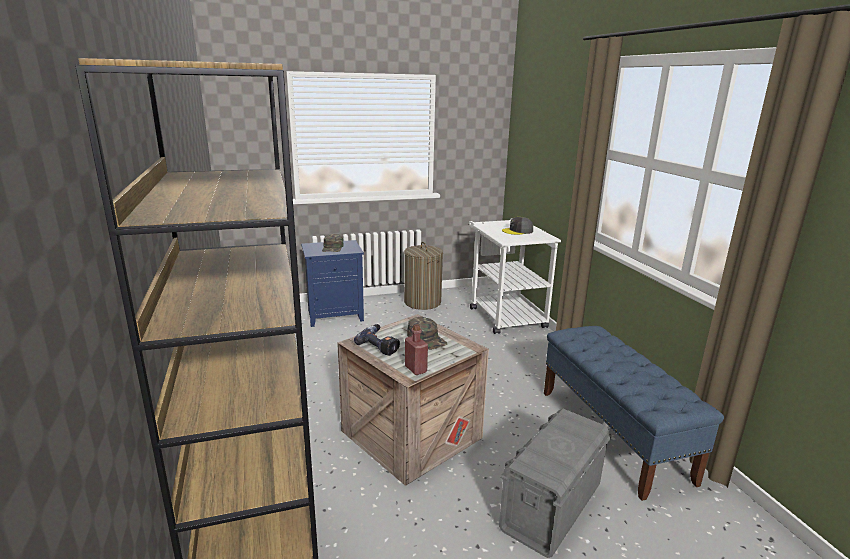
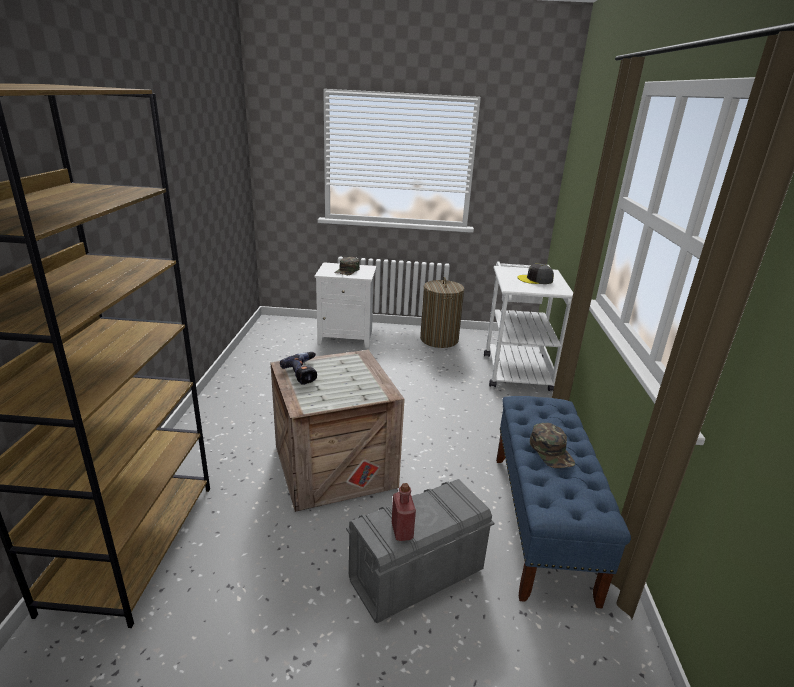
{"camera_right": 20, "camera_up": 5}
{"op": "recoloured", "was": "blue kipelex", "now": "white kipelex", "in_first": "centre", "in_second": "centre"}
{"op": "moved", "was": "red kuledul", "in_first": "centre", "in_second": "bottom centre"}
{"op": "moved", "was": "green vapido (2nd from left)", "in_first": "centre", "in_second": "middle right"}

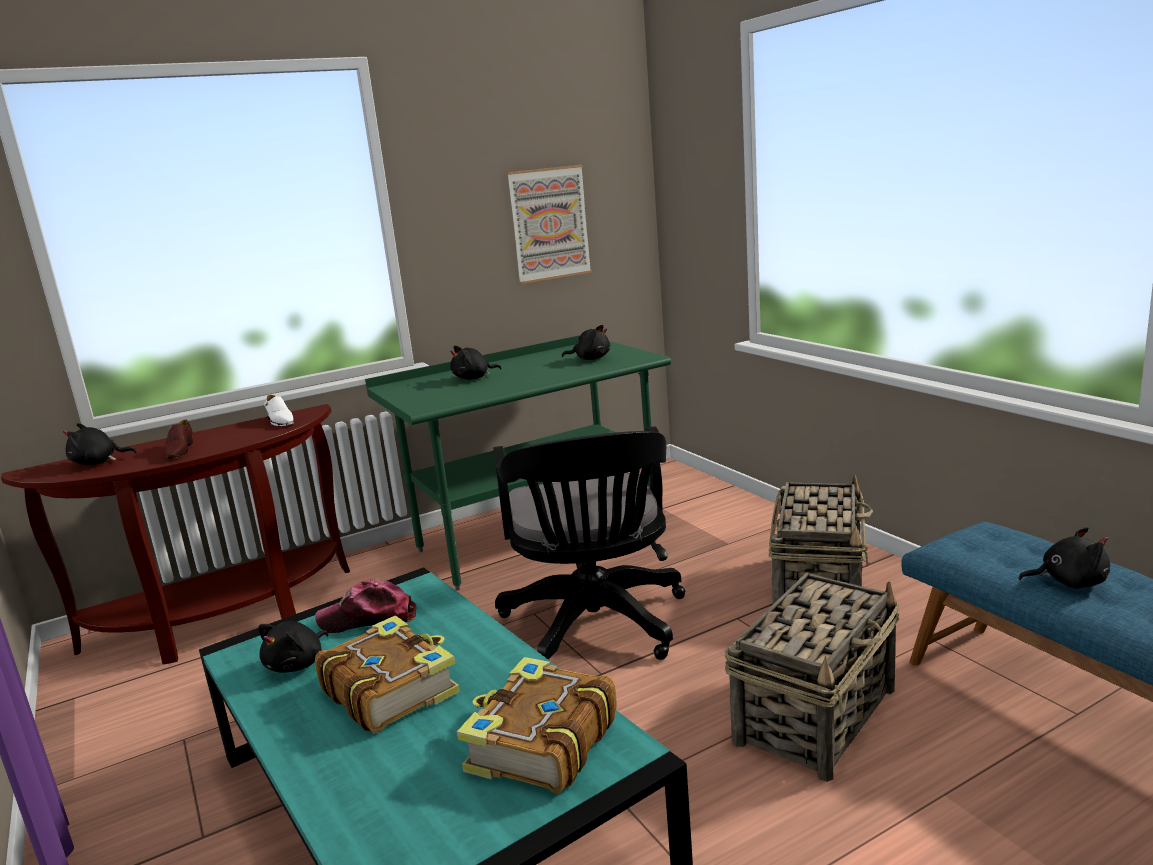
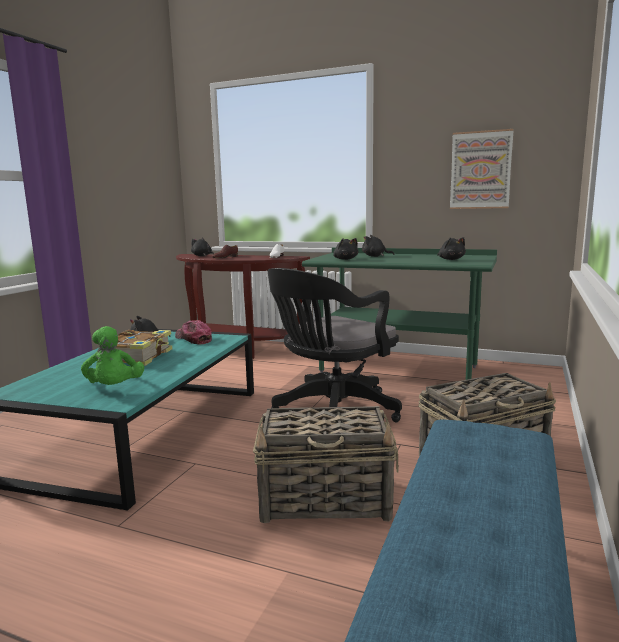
{"camera_right": 50, "camera_up": -5}
{"op": "replaced", "was": "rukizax (2nd from left)", "now": "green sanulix", "in_first": "bottom centre", "in_second": "middle left"}
{"op": "moved", "was": "black sanulix (5th from left in the first image)", "now": "black sanulix (3rd from left)", "in_first": "middle right", "in_second": "centre"}

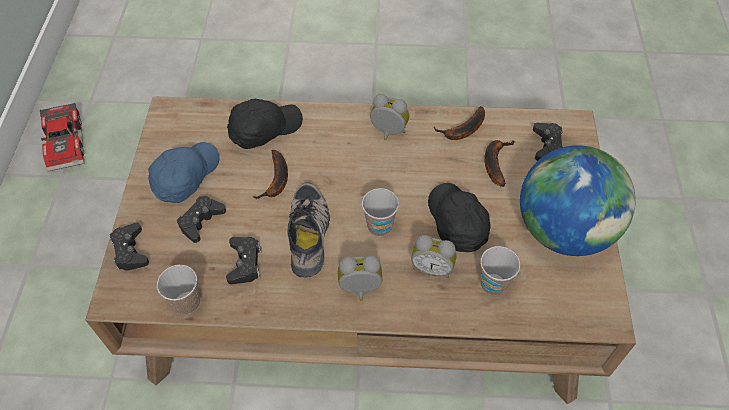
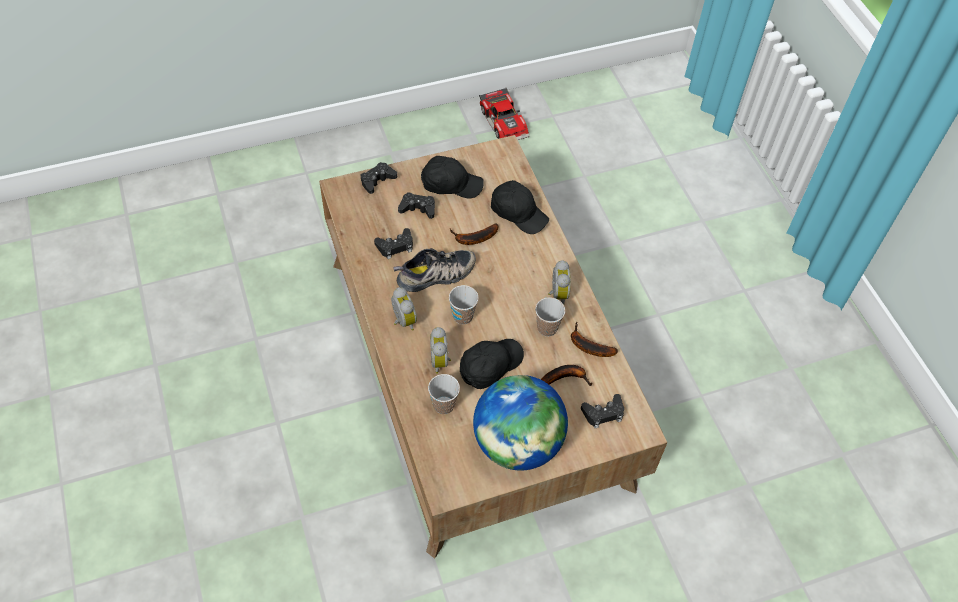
{"camera_right": 65, "camera_up": 0}
{"op": "turned", "was": "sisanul", "in_first": "middle left", "in_second": "top centre", "clockwise": -75}
{"op": "recoloured", "was": "blue vapido", "now": "black vapido (1st from left)", "in_first": "middle left", "in_second": "top centre"}
{"op": "moved", "was": "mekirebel (1st from left in the first image)", "now": "mekirebel (3rd from left)", "in_first": "bottom left", "in_second": "centre"}

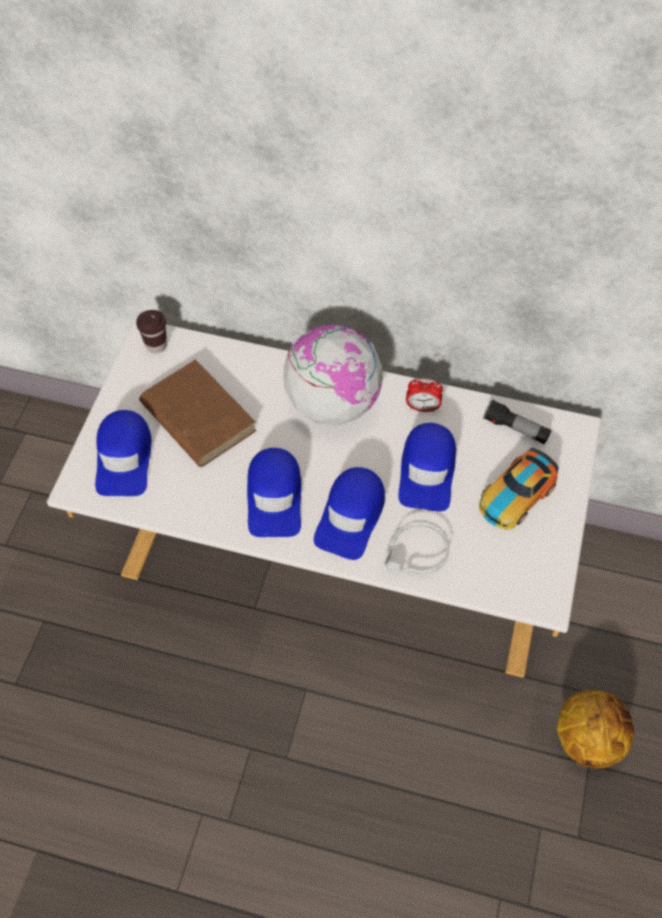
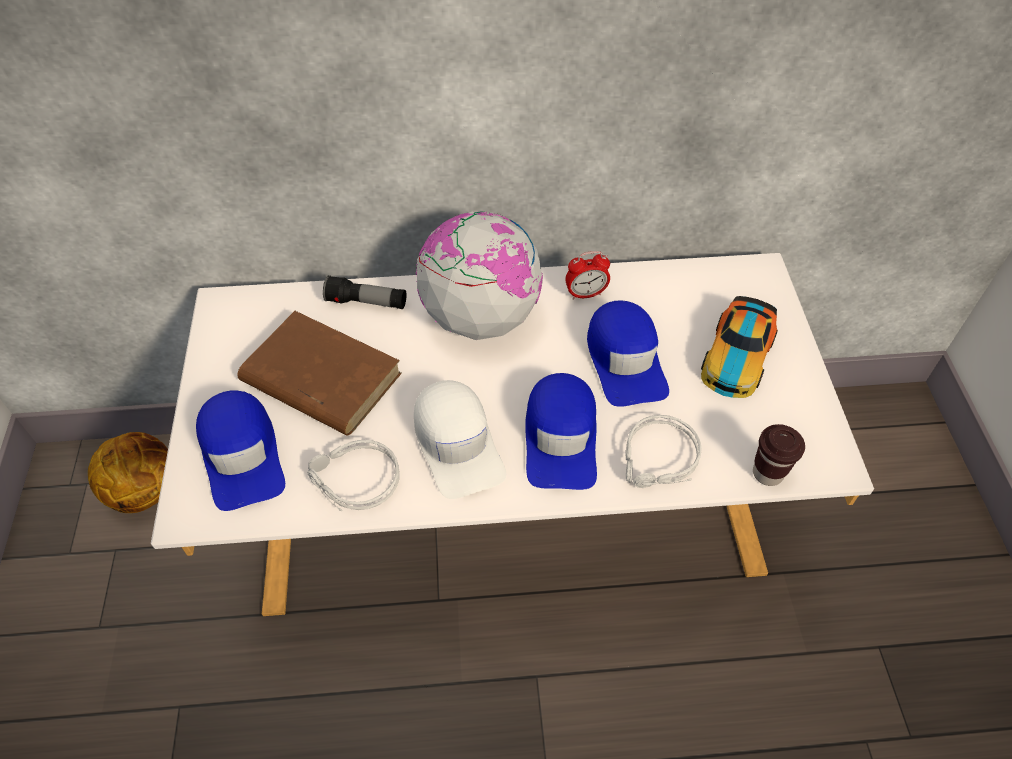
{"camera_right": -20, "camera_up": -5}
{"op": "moved", "was": "brown mekirebel", "in_first": "middle left", "in_second": "middle right"}
{"op": "recoloured", "was": "blue vapido (2nd from left)", "now": "white vapido", "in_first": "centre", "in_second": "centre"}
{"op": "moved", "was": "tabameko", "in_first": "middle right", "in_second": "centre"}
{"op": "moved", "was": "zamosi", "in_first": "bottom right", "in_second": "middle left"}
{"op": "added", "now": "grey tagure (1st from left)", "in_second": "centre"}

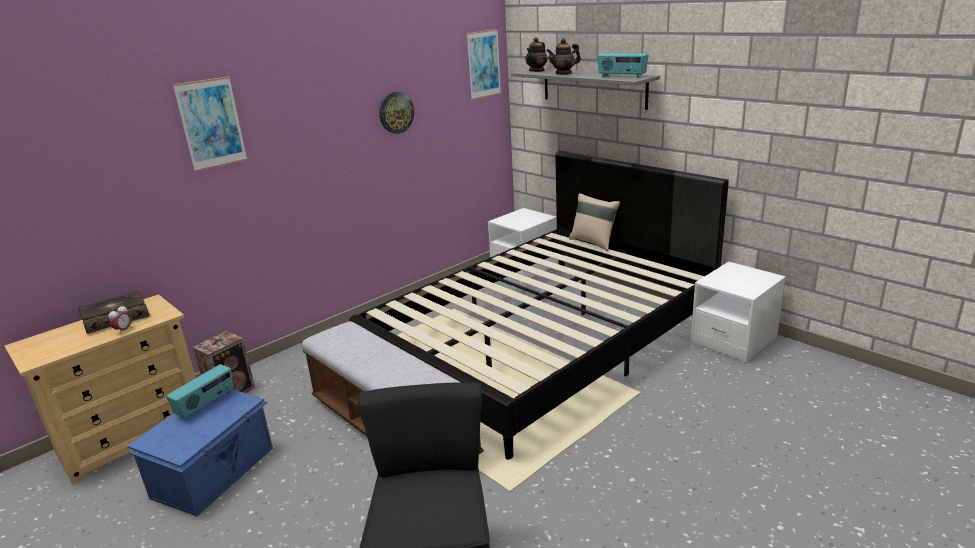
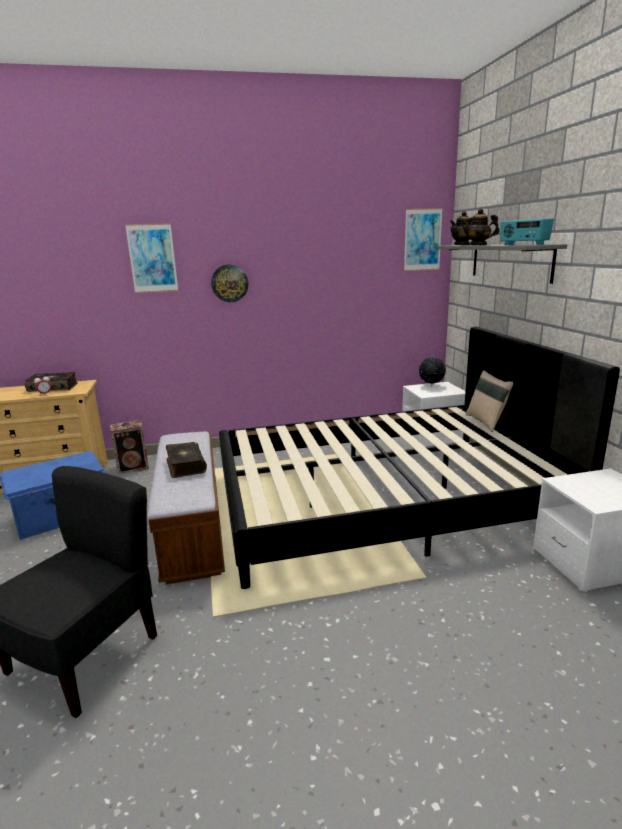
{"camera_right": 30, "camera_up": -5}
{"op": "removed", "was": "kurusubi (1st from left)", "in_first": "bottom left"}
{"op": "moved", "was": "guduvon", "in_first": "top centre", "in_second": "centre"}
{"op": "added", "now": "rukizax (2nd from left)", "in_second": "middle left"}
{"op": "added", "now": "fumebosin", "in_second": "middle right"}

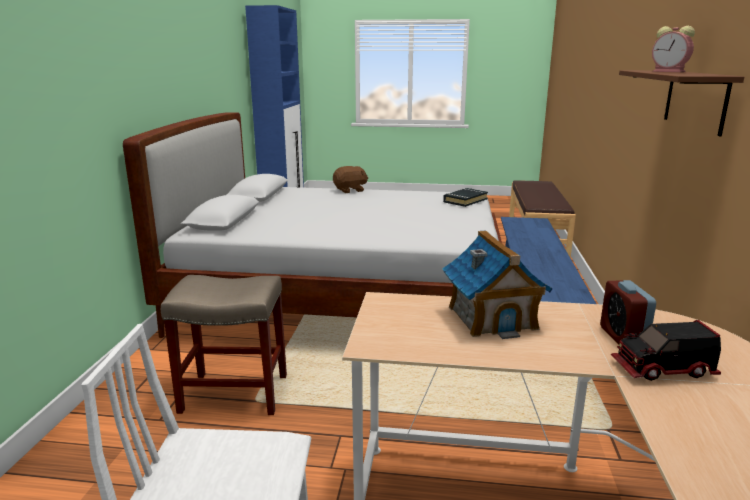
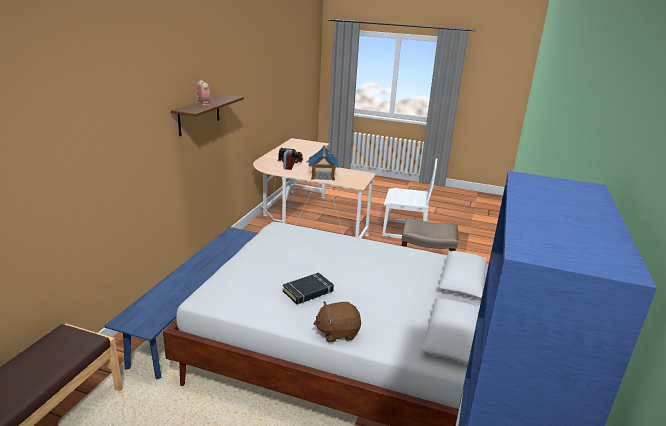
{"camera_right": -170, "camera_up": 5}
{"op": "moved", "was": "black rukizax", "in_first": "centre", "in_second": "bottom centre"}

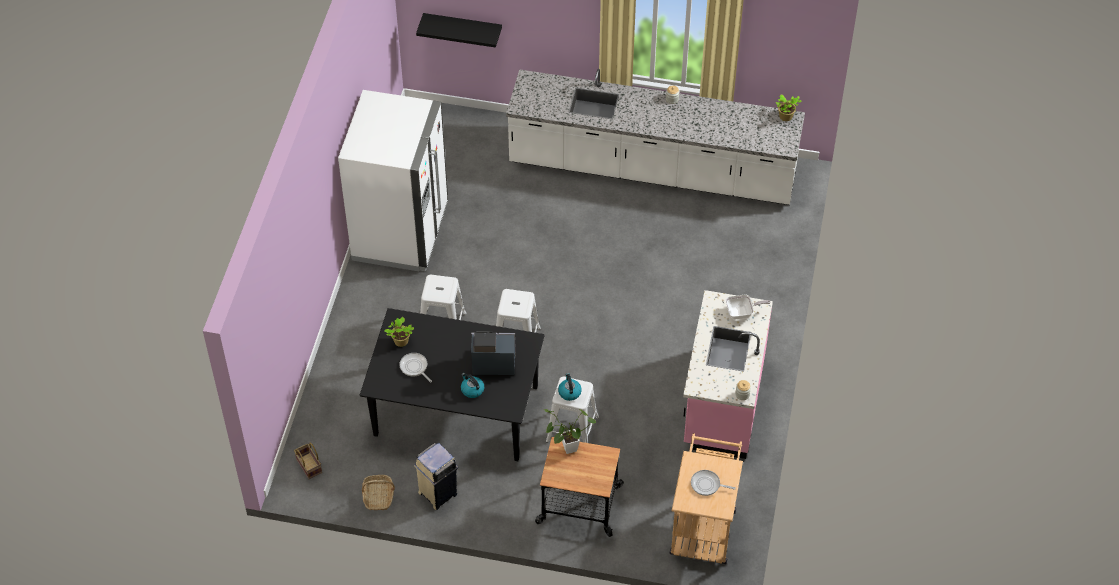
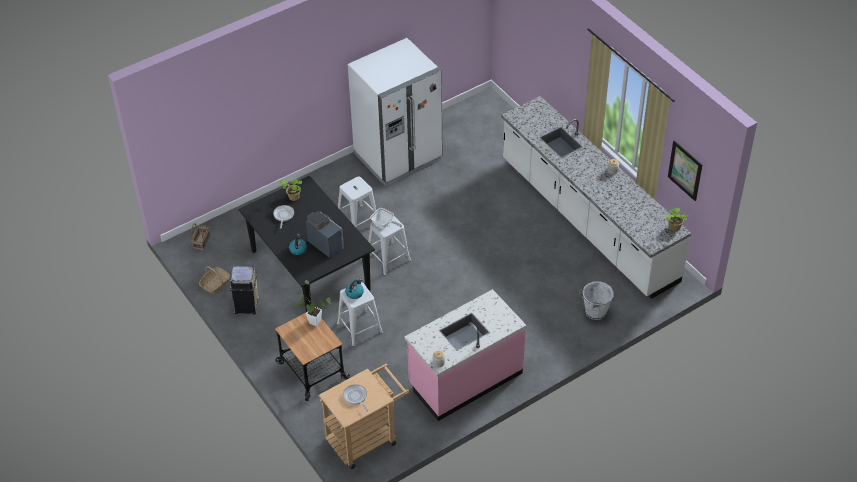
{"camera_right": 45, "camera_up": -5}
{"op": "removed", "was": "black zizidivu", "in_first": "top centre"}
{"op": "moved", "was": "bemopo (3rd from left)", "in_first": "middle right", "in_second": "centre"}
{"op": "added", "now": "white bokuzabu", "in_second": "middle right"}
{"op": "added", "now": "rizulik", "in_second": "middle right"}

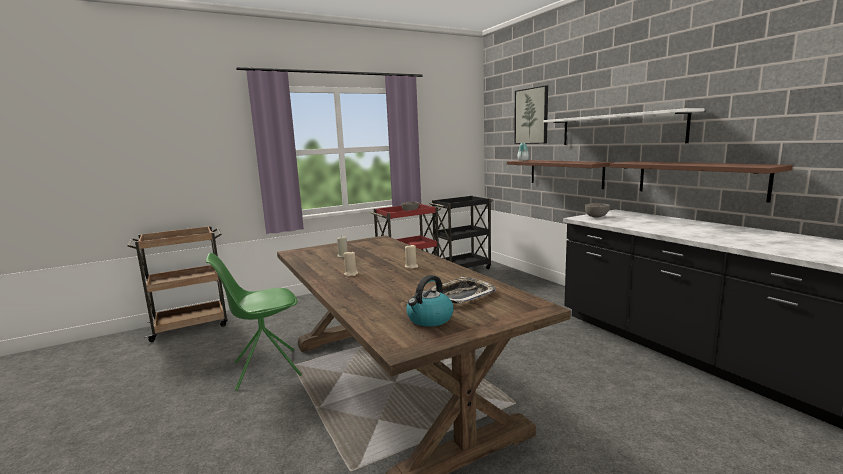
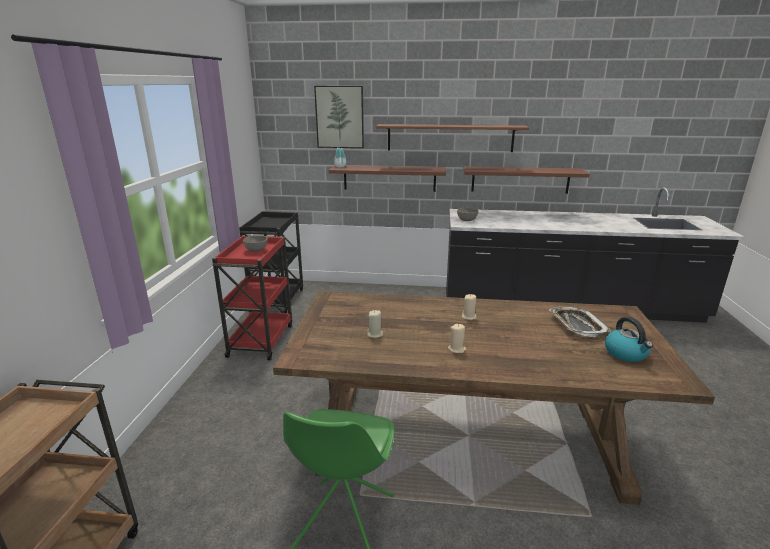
{"camera_right": -55, "camera_up": 10}
{"op": "recoloured", "was": "white zizidivu", "now": "brown zizidivu (2nd from left)", "in_first": "top right", "in_second": "top centre"}

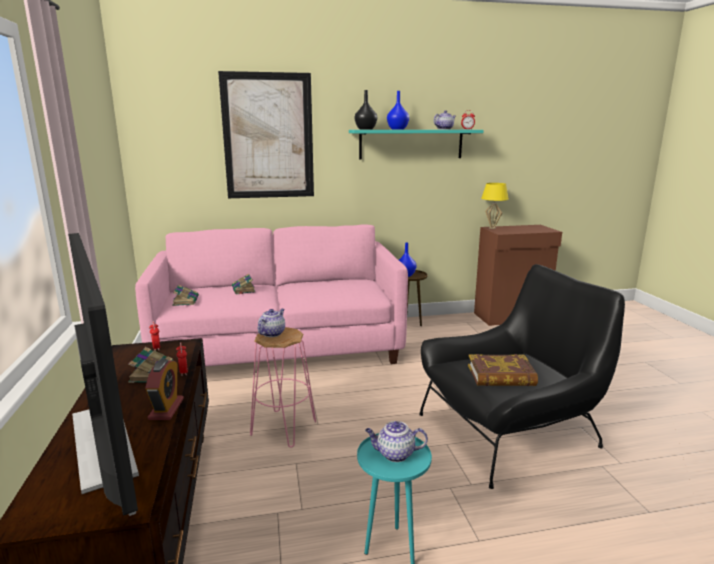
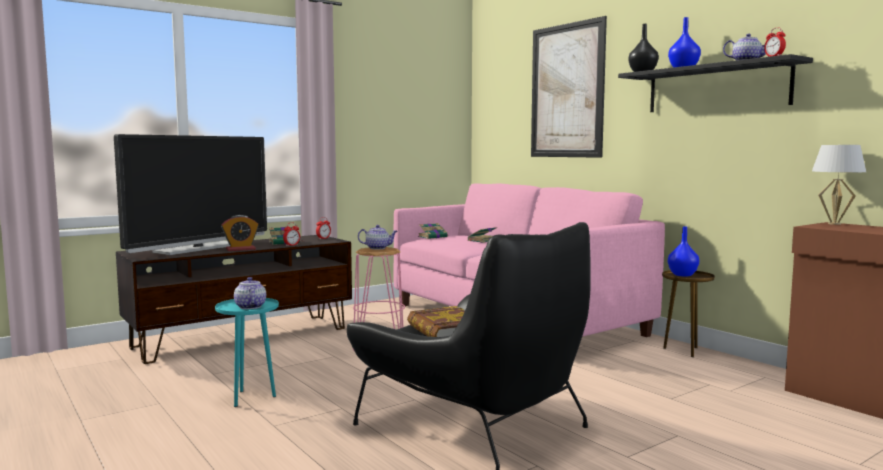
{"camera_right": 65, "camera_up": -10}
{"op": "recoloured", "was": "turquoise zizidivu", "now": "black zizidivu", "in_first": "top centre", "in_second": "top right"}
{"op": "recoloured", "was": "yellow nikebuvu", "now": "white nikebuvu", "in_first": "middle right", "in_second": "middle right"}

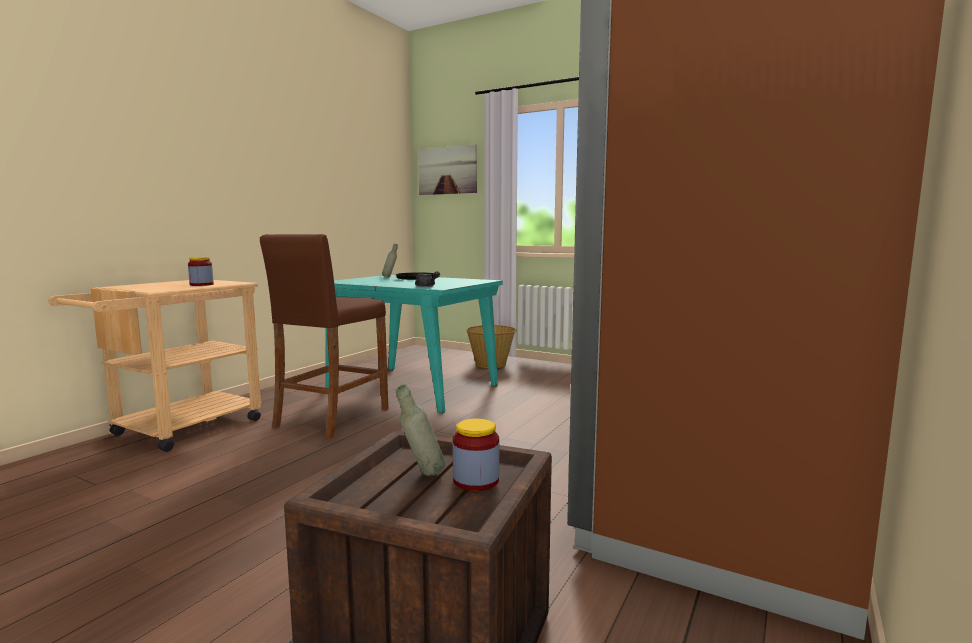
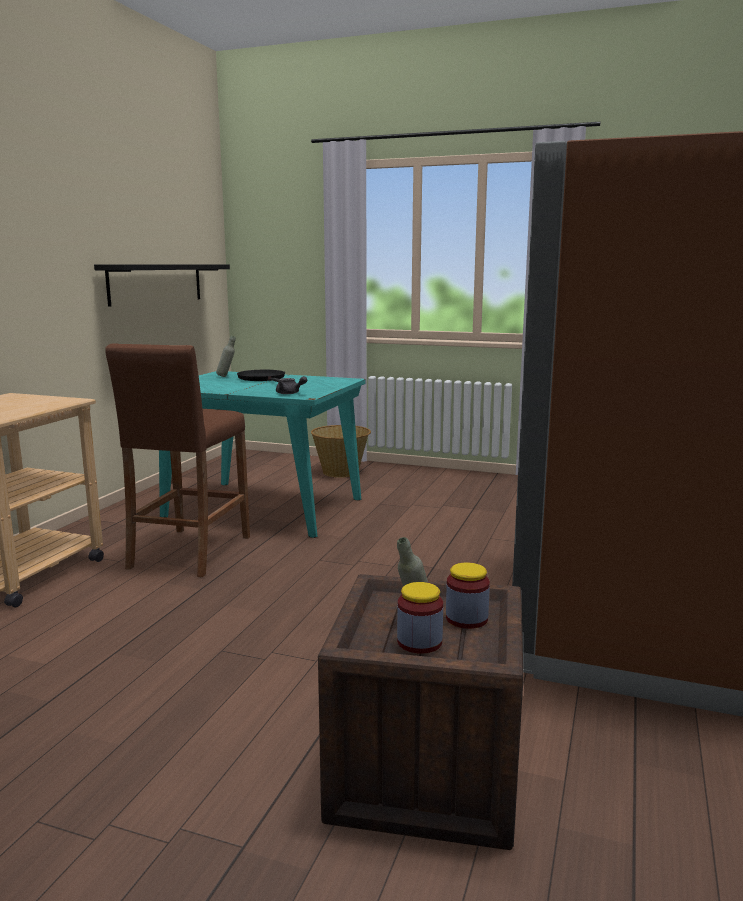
{"camera_right": -10, "camera_up": 5}
{"op": "moved", "was": "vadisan (1st from left)", "in_first": "middle left", "in_second": "bottom centre"}
{"op": "removed", "was": "rizulik", "in_first": "top centre"}
{"op": "added", "now": "black zizidivu", "in_second": "top left"}

